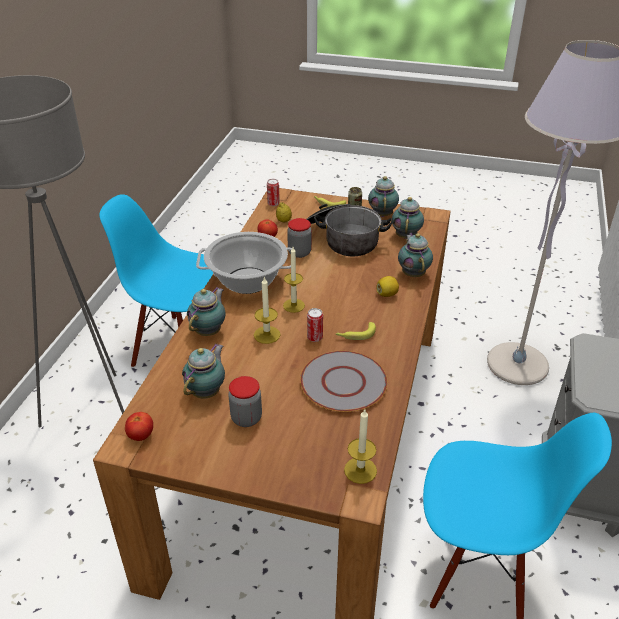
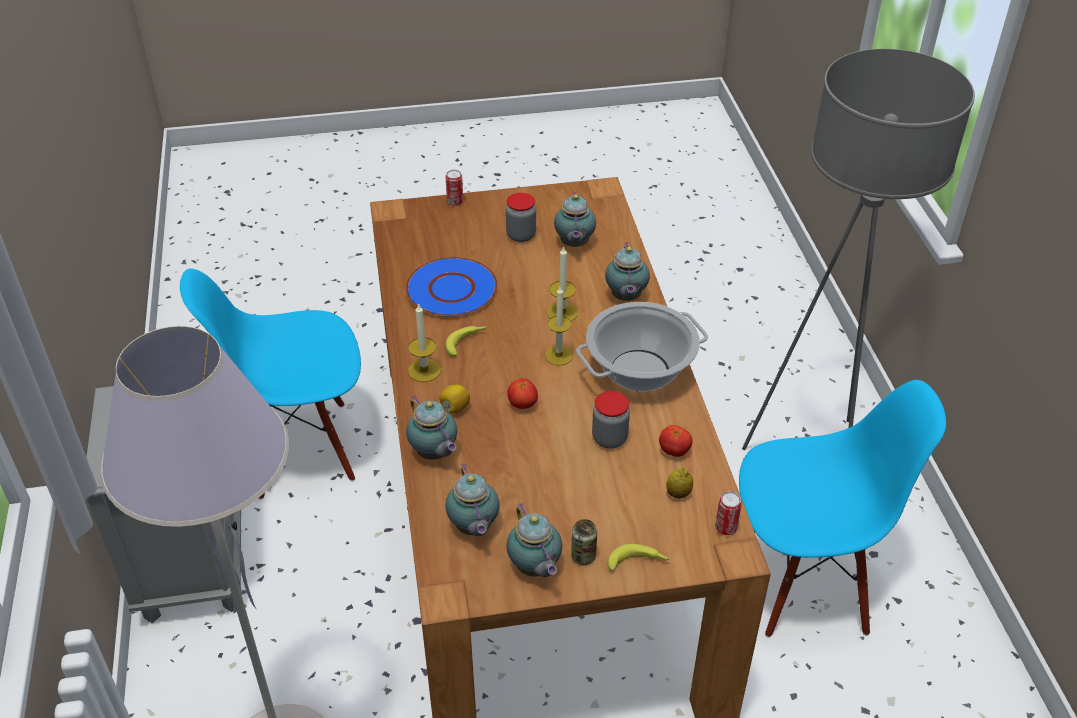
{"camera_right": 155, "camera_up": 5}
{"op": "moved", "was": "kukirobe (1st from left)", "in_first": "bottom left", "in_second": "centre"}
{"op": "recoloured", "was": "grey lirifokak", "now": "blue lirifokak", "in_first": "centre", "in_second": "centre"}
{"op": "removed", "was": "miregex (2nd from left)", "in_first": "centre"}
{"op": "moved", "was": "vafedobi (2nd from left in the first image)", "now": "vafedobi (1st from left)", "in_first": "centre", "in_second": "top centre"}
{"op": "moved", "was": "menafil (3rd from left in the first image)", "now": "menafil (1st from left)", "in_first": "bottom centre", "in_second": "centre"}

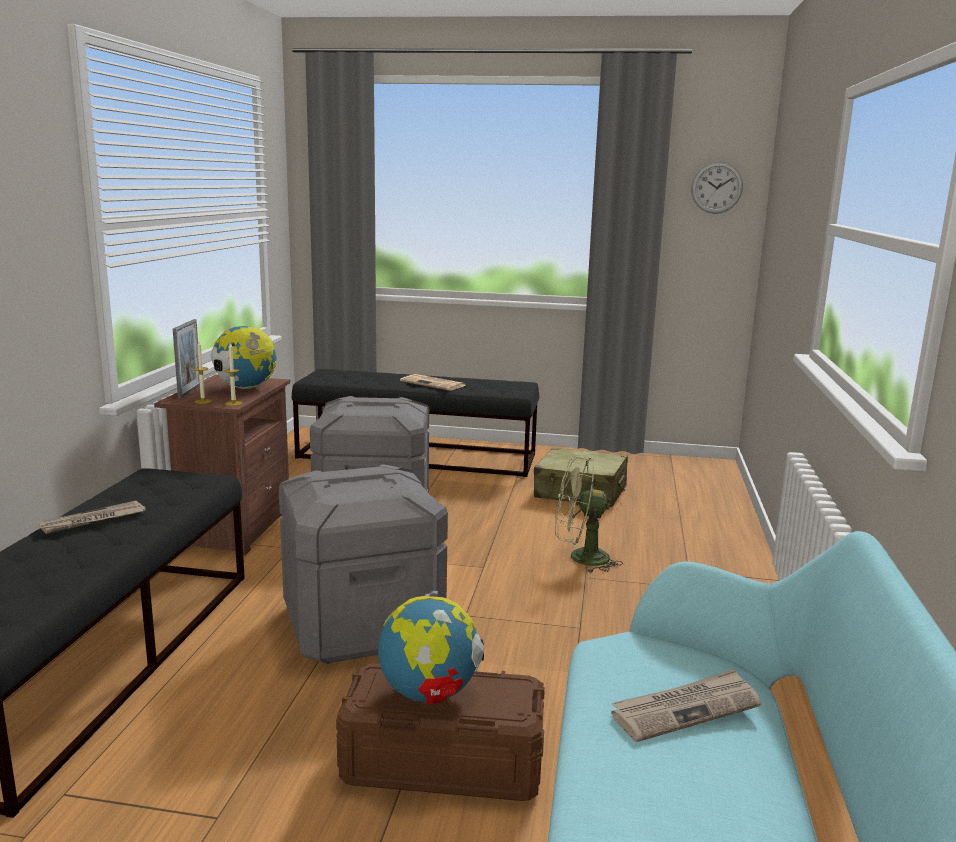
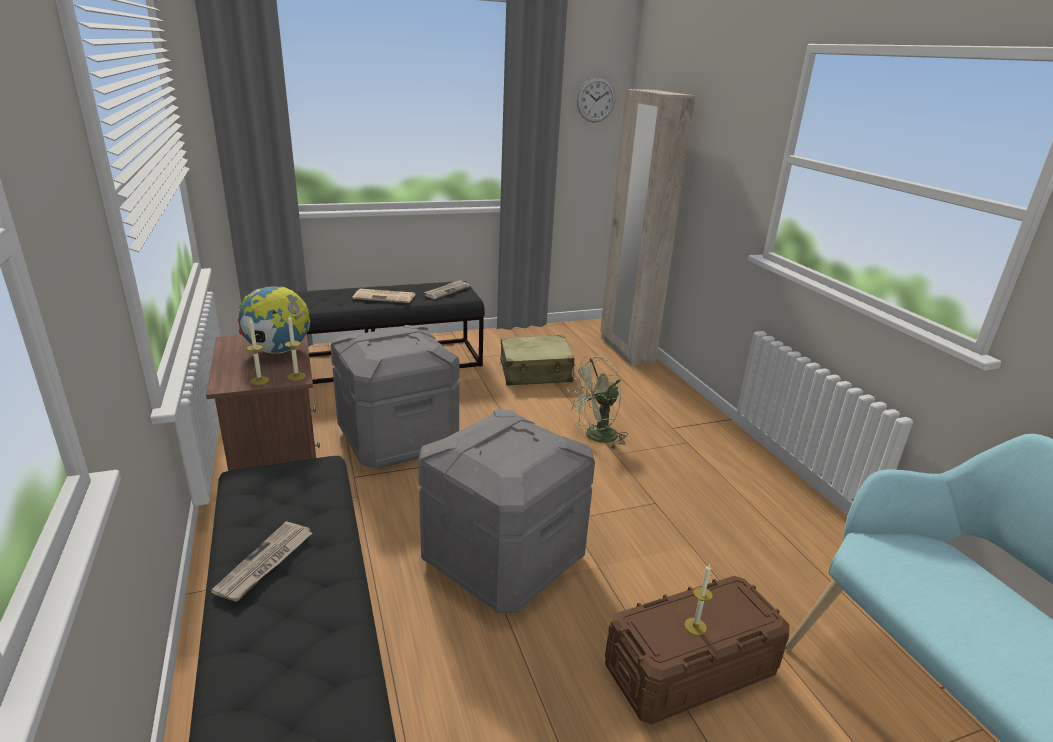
{"camera_right": -30, "camera_up": 10}
{"op": "removed", "was": "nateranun", "in_first": "middle left"}
{"op": "replaced", "was": "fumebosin (2nd from left)", "now": "menafil (3rd from left)", "in_first": "bottom centre", "in_second": "bottom centre"}
{"op": "moved", "was": "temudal (3rd from left)", "in_first": "bottom right", "in_second": "centre"}
{"op": "added", "now": "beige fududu", "in_second": "top centre"}

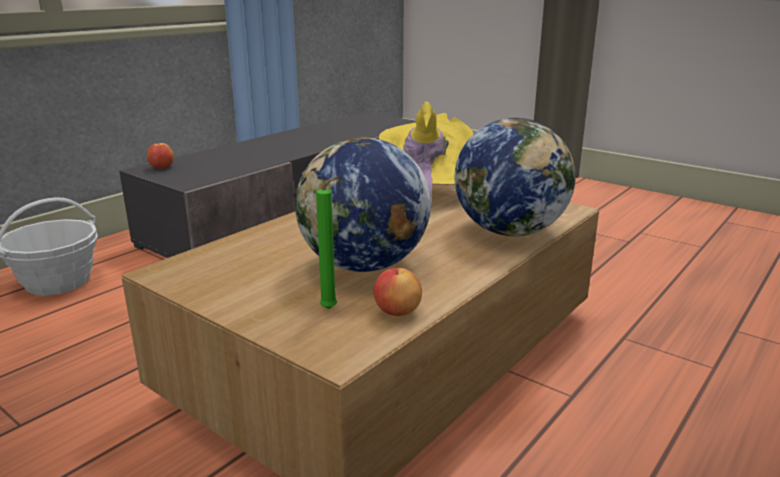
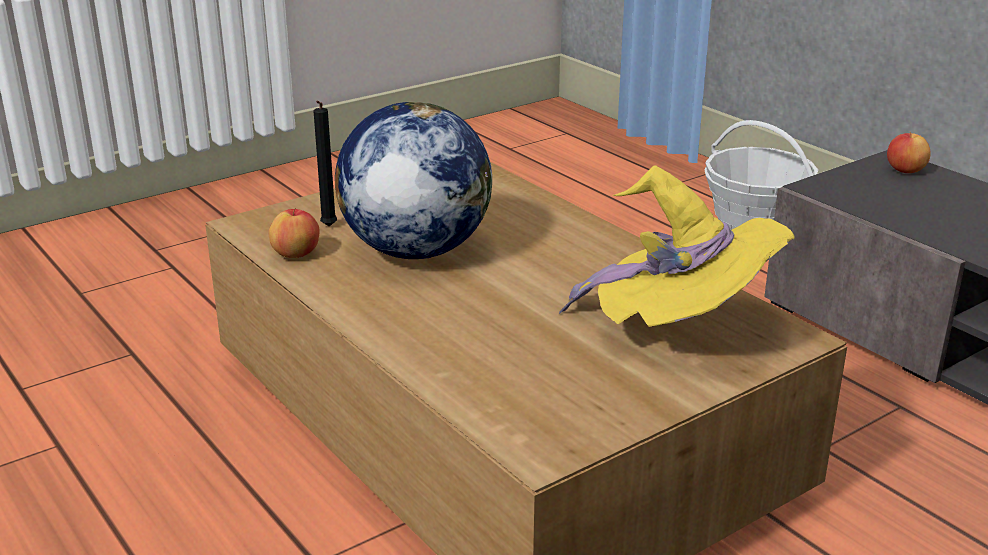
{"camera_right": 105, "camera_up": 5}
{"op": "recoloured", "was": "green menafil", "now": "black menafil", "in_first": "centre", "in_second": "top left"}
{"op": "removed", "was": "fumebosin (2nd from left)", "in_first": "centre"}

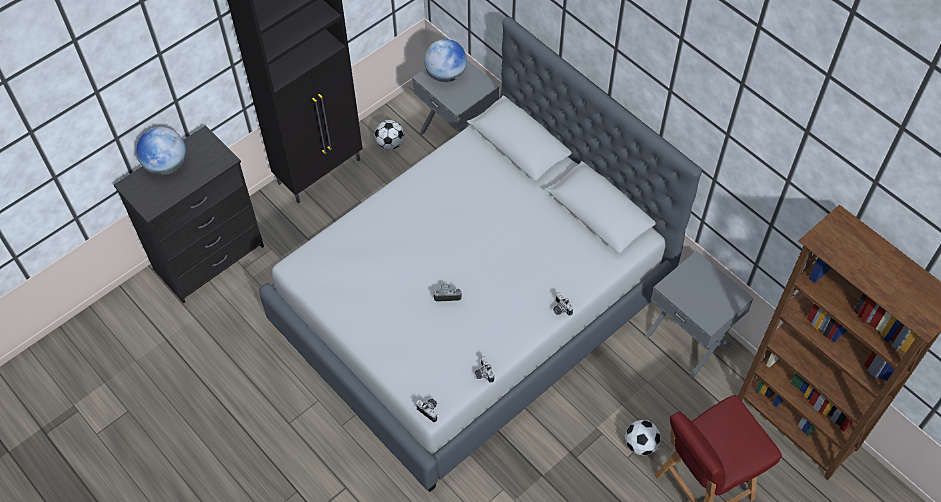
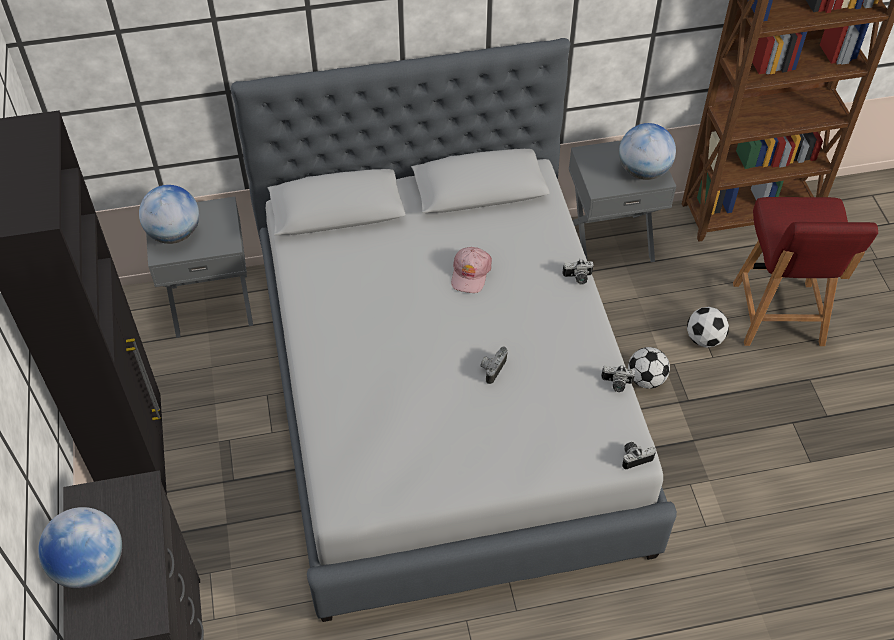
{"camera_right": -60, "camera_up": -5}
{"op": "moved", "was": "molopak (1st from left)", "in_first": "top centre", "in_second": "middle right"}
{"op": "added", "now": "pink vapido", "in_second": "centre"}
{"op": "added", "now": "fumebosin (3rd from left)", "in_second": "top right"}

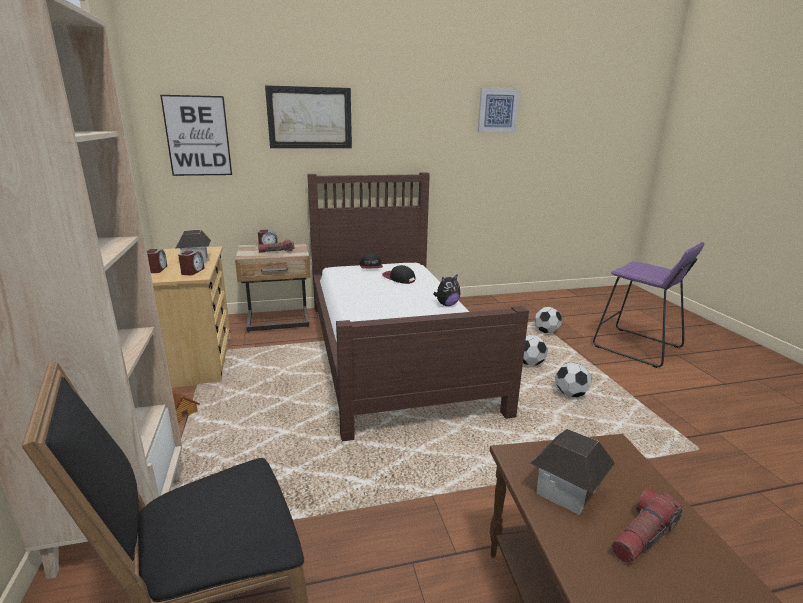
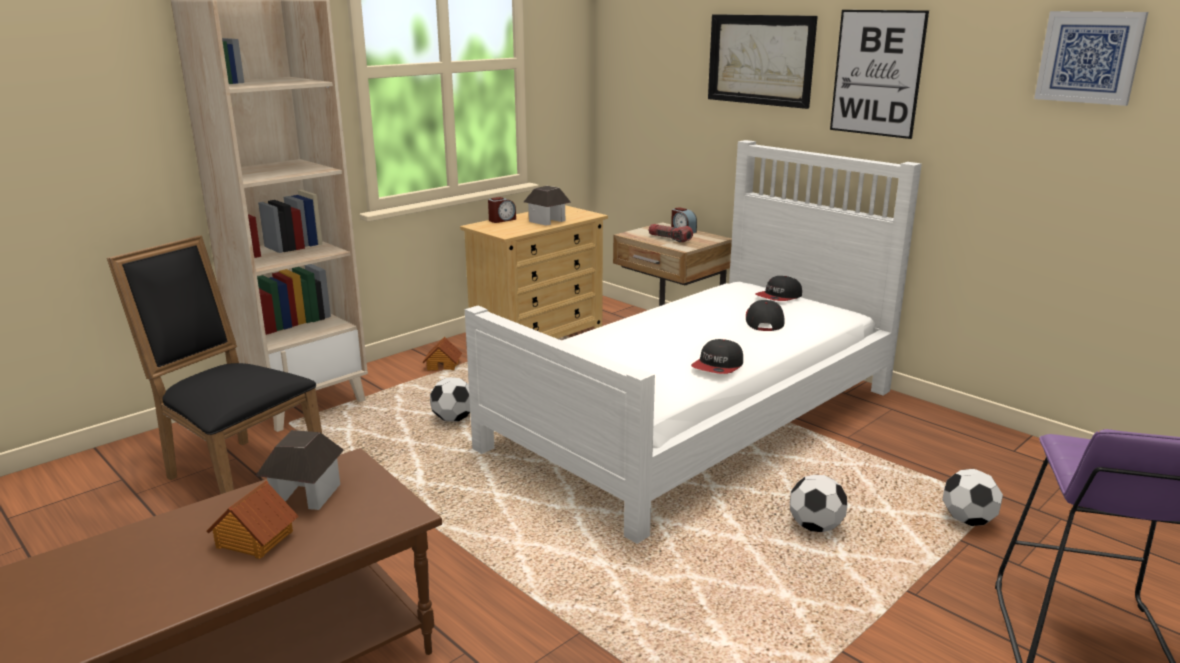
{"camera_right": 60, "camera_up": 0}
{"op": "moved", "was": "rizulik (1st from left in the first image)", "now": "rizulik (2nd from left)", "in_first": "top left", "in_second": "top right"}
{"op": "removed", "was": "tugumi (2nd from left)", "in_first": "middle left"}
{"op": "recoloured", "was": "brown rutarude", "now": "white rutarude", "in_first": "centre", "in_second": "centre"}
{"op": "replaced", "was": "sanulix", "now": "vapido (1st from left)", "in_first": "centre", "in_second": "centre"}
{"op": "moved", "was": "molopak (3rd from left in the first image)", "now": "molopak (1st from left)", "in_first": "middle right", "in_second": "centre"}
{"op": "replaced", "was": "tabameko (2nd from left)", "now": "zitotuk (1st from left)", "in_first": "bottom right", "in_second": "bottom left"}

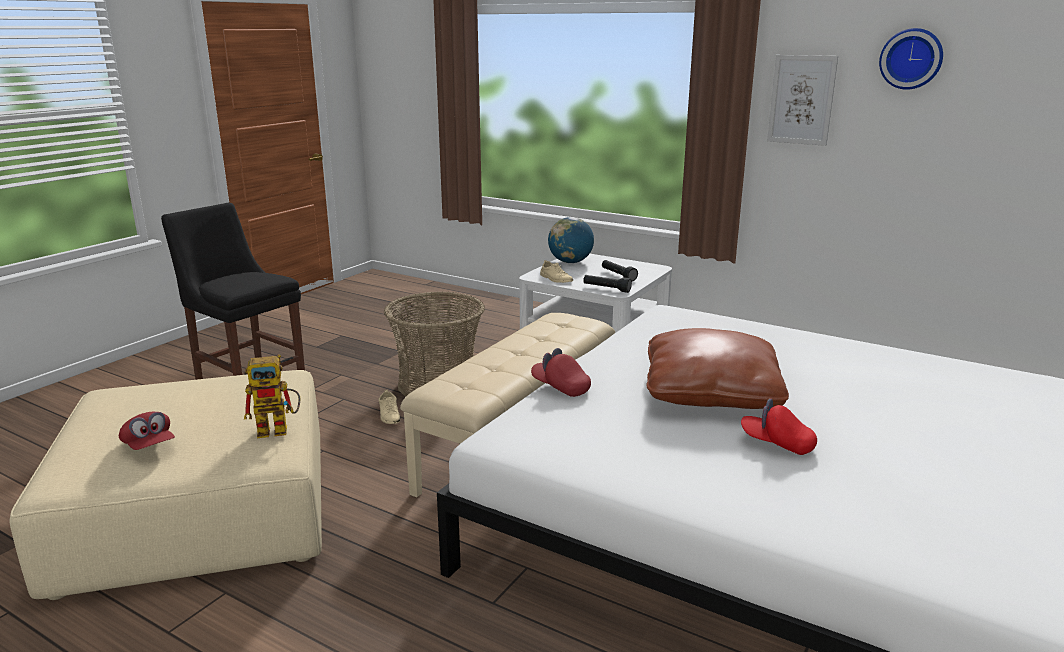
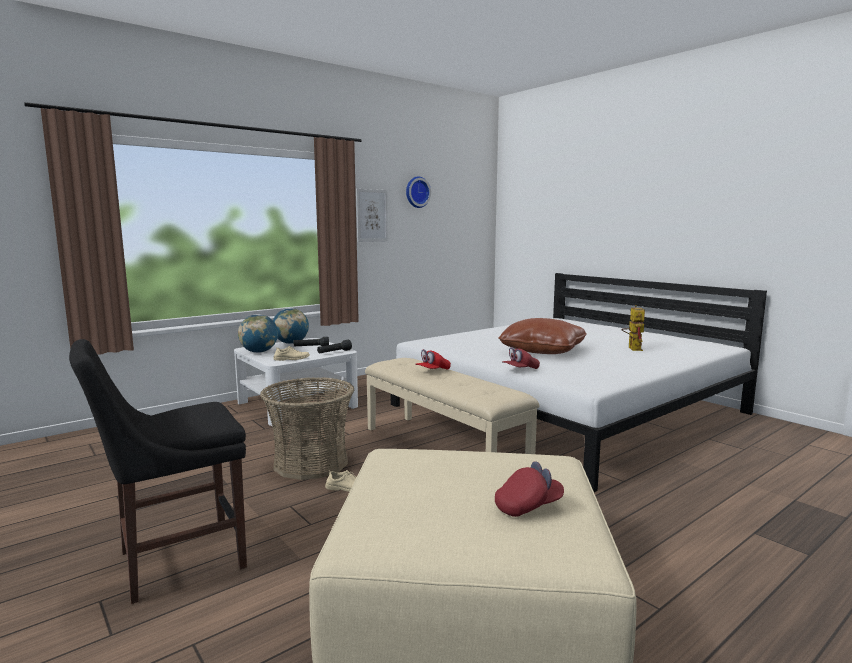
{"camera_right": -70, "camera_up": -10}
{"op": "moved", "was": "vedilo", "in_first": "middle left", "in_second": "middle right"}
{"op": "moved", "was": "red vapido (3rd from left in the first image)", "now": "red vapido (1st from left)", "in_first": "middle right", "in_second": "centre"}
{"op": "added", "now": "fumebosin (2nd from left)", "in_second": "centre"}

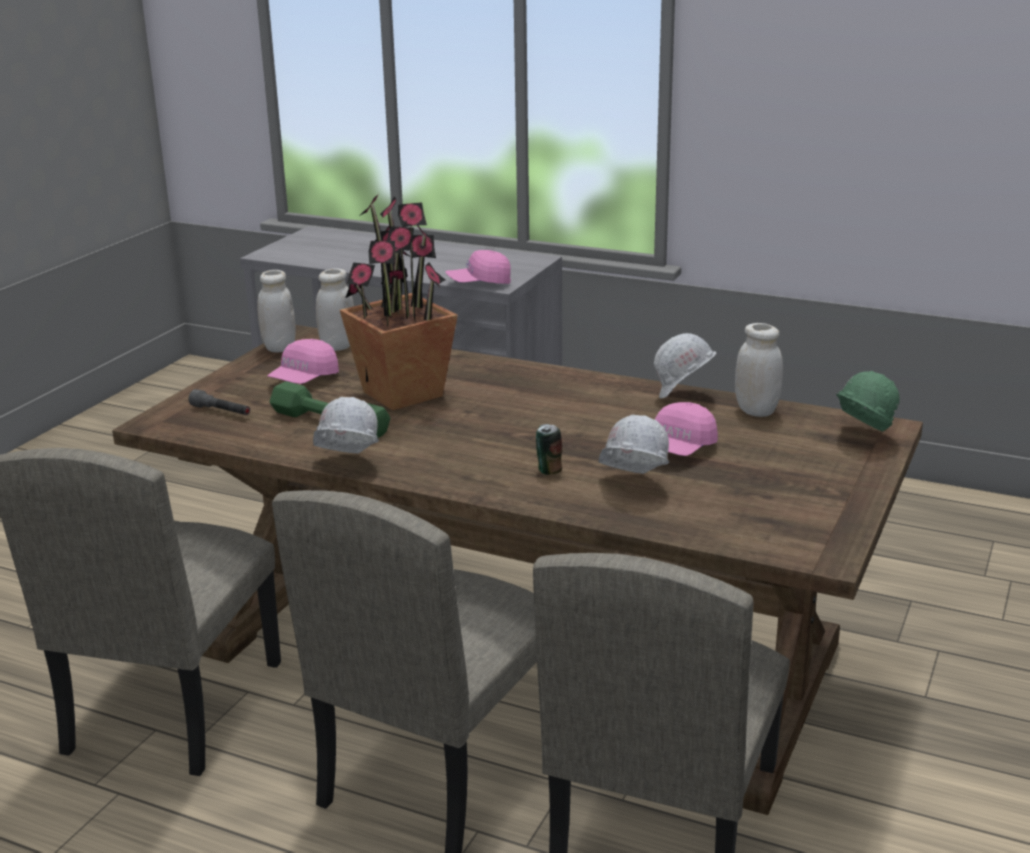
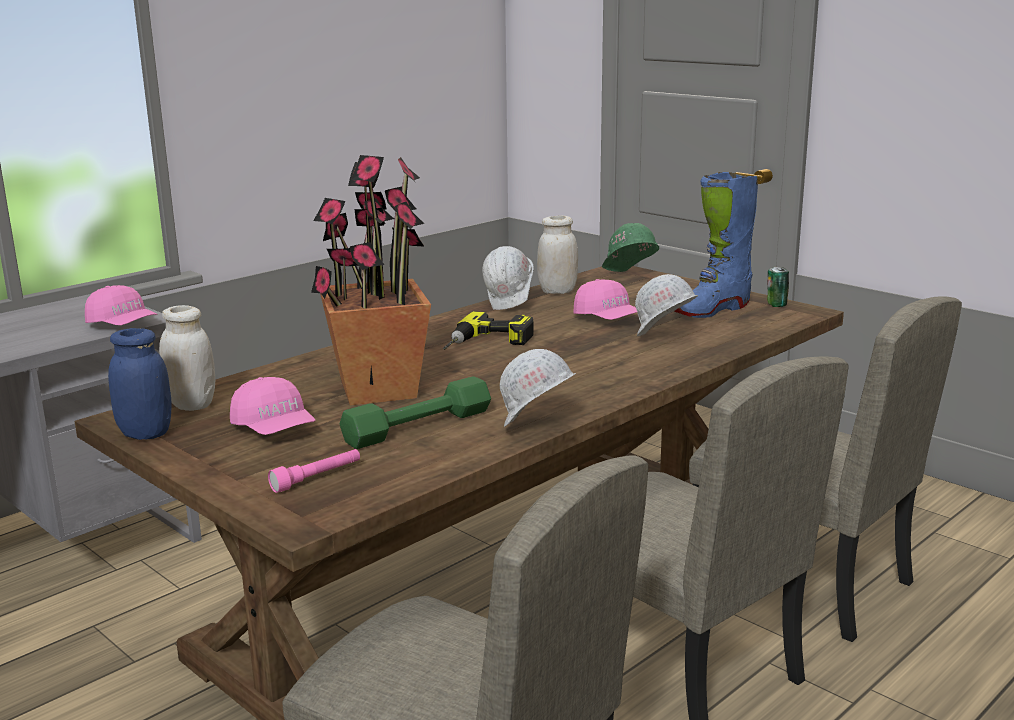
{"camera_right": -70, "camera_up": -5}
{"op": "recoloured", "was": "grey tabameko", "now": "pink tabameko", "in_first": "middle left", "in_second": "middle left"}
{"op": "recoloured", "was": "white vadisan (1st from left)", "now": "blue vadisan", "in_first": "middle left", "in_second": "middle left"}
{"op": "turned", "was": "pink vapido (2nd from left in the first image)", "in_first": "top centre", "in_second": "middle left", "clockwise": -60}
{"op": "moved", "was": "vafedobi", "in_first": "centre", "in_second": "middle right"}
{"op": "added", "now": "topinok", "in_second": "centre"}
{"op": "added", "now": "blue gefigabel", "in_second": "middle right"}

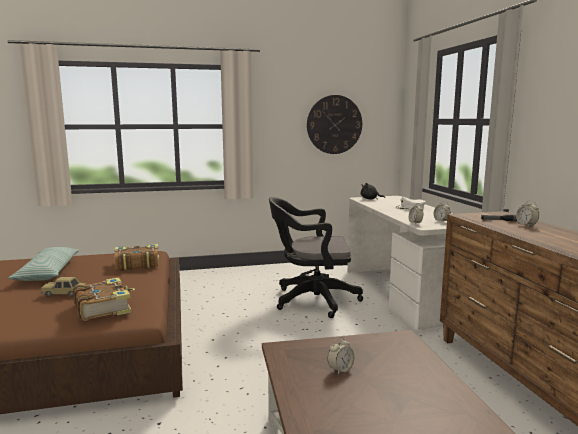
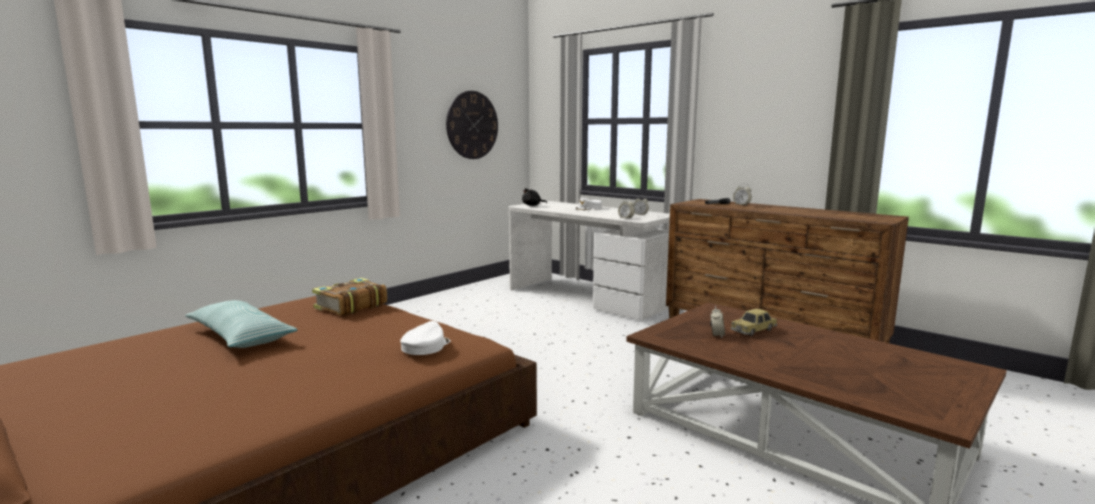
{"camera_right": -35, "camera_up": 0}
{"op": "moved", "was": "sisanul", "in_first": "middle left", "in_second": "middle right"}
{"op": "replaced", "was": "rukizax (1st from left)", "now": "white vapido (1st from left)", "in_first": "bottom left", "in_second": "bottom centre"}
{"op": "removed", "was": "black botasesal", "in_first": "centre"}

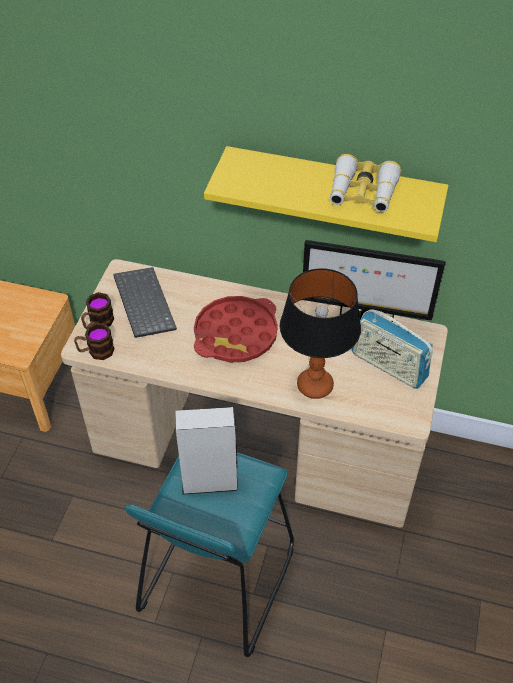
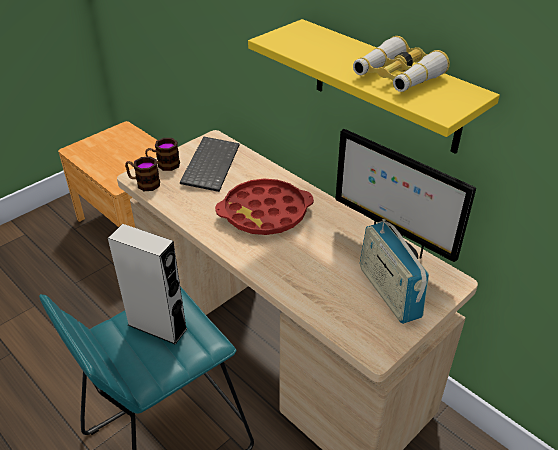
{"camera_right": 30, "camera_up": -10}
{"op": "removed", "was": "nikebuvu", "in_first": "centre"}

